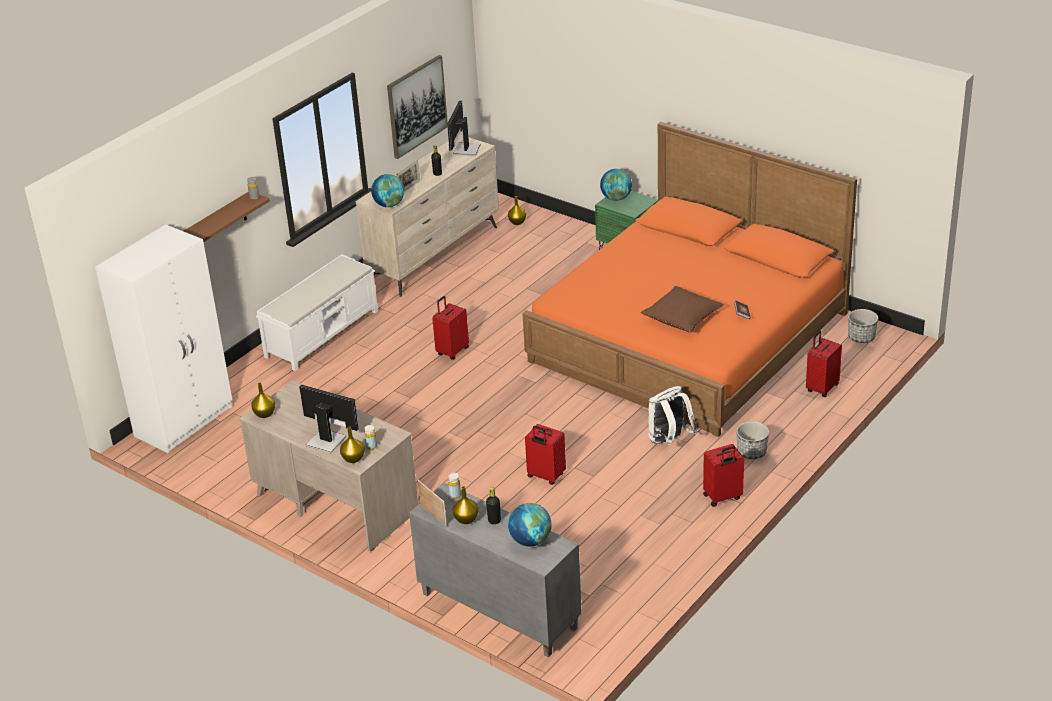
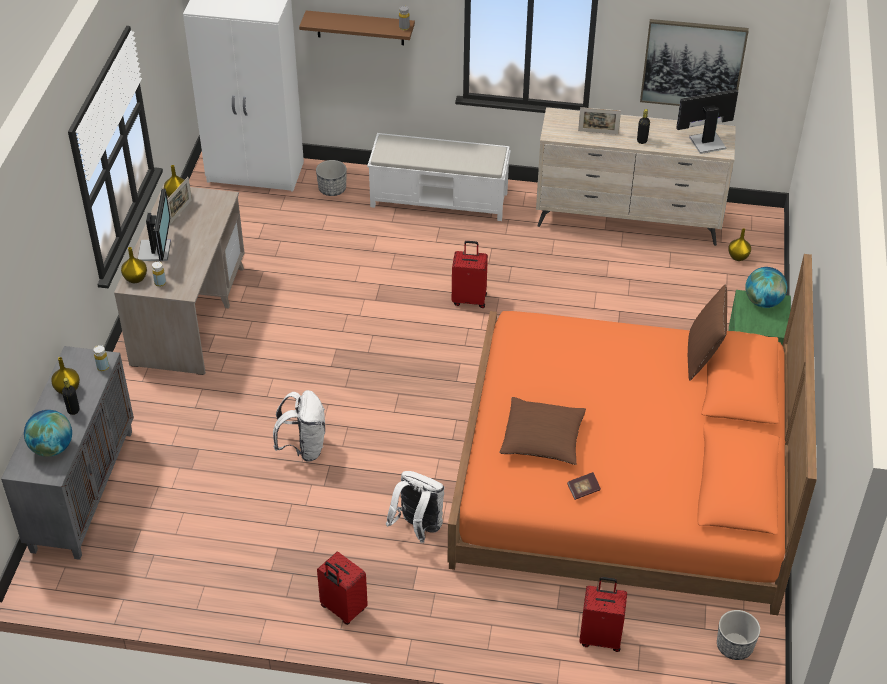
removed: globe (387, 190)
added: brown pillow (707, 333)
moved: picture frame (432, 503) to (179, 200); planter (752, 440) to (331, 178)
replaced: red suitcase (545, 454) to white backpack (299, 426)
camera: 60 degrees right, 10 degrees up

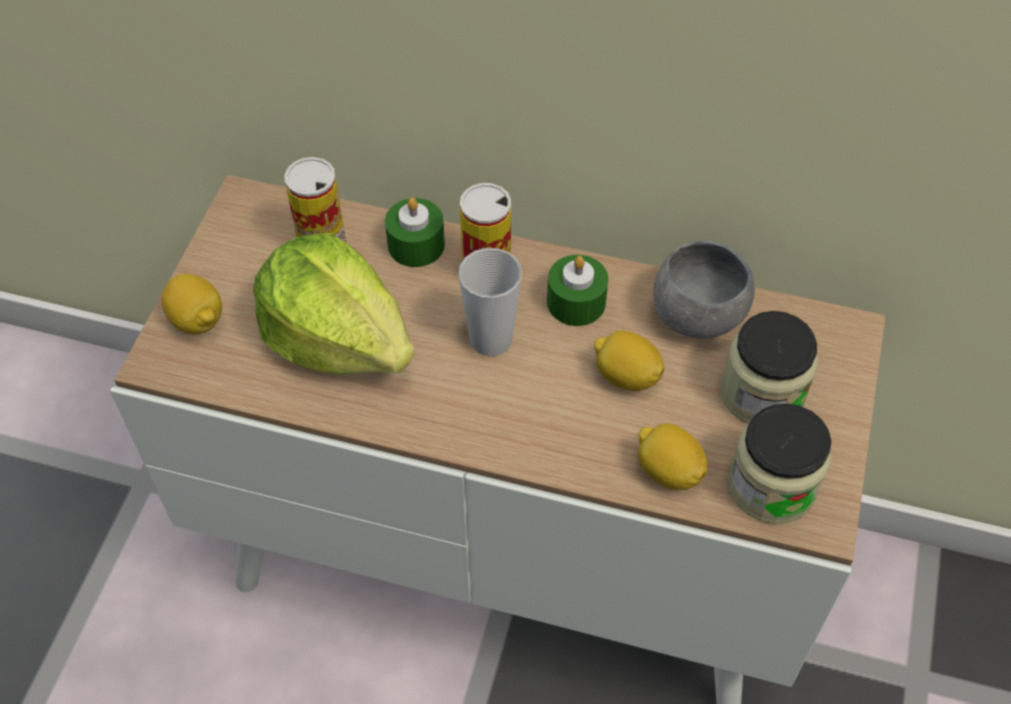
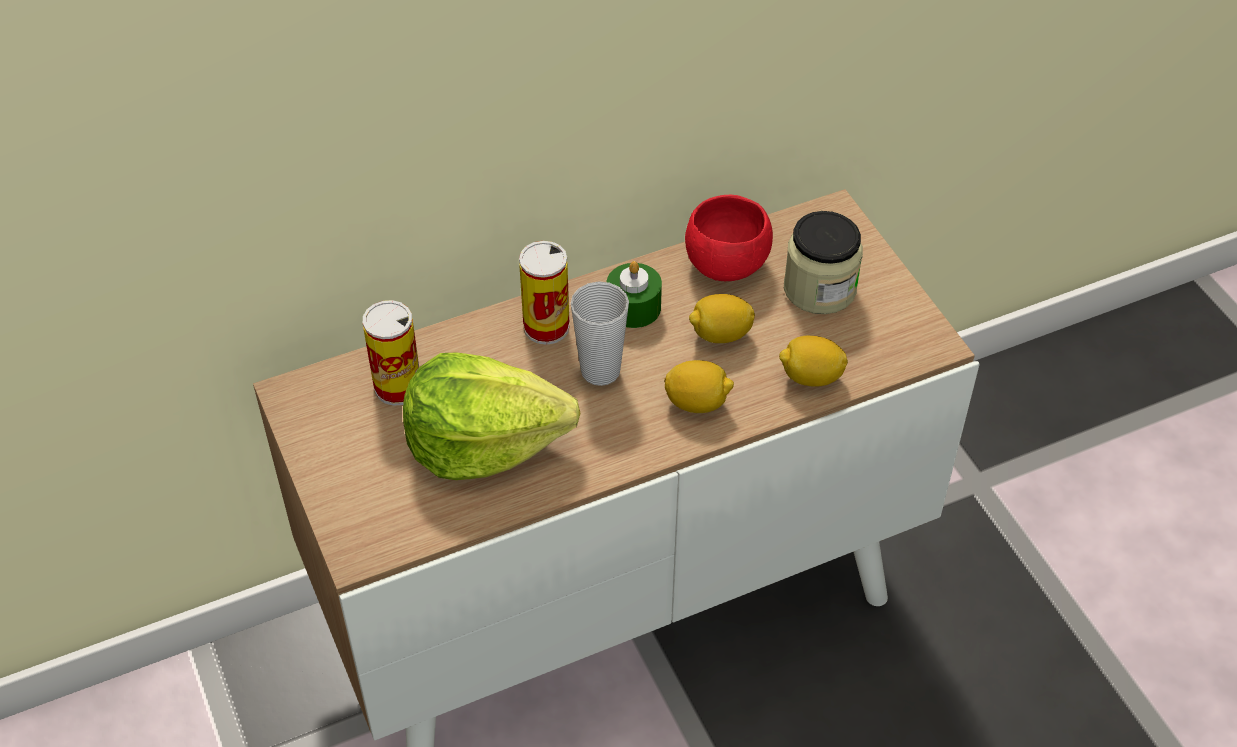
removed: green candle (415, 232); jar (779, 464)
moved: lemon (191, 304) to (699, 386)
recoloured: grey bowl (704, 290) to red bowl (729, 238)
camera: 40 degrees left, 5 degrees down

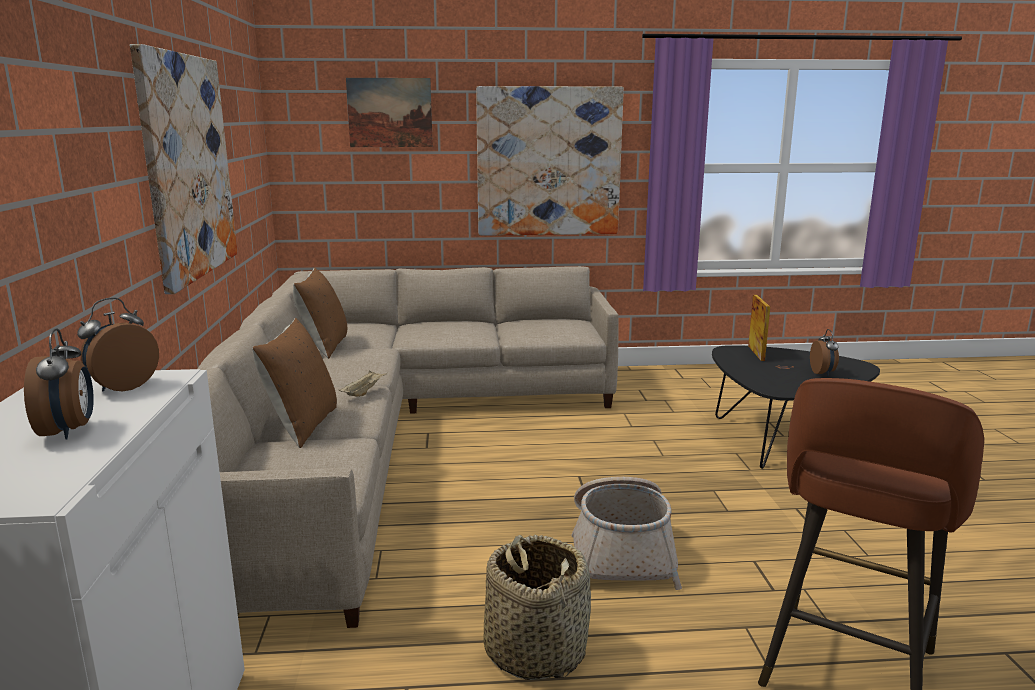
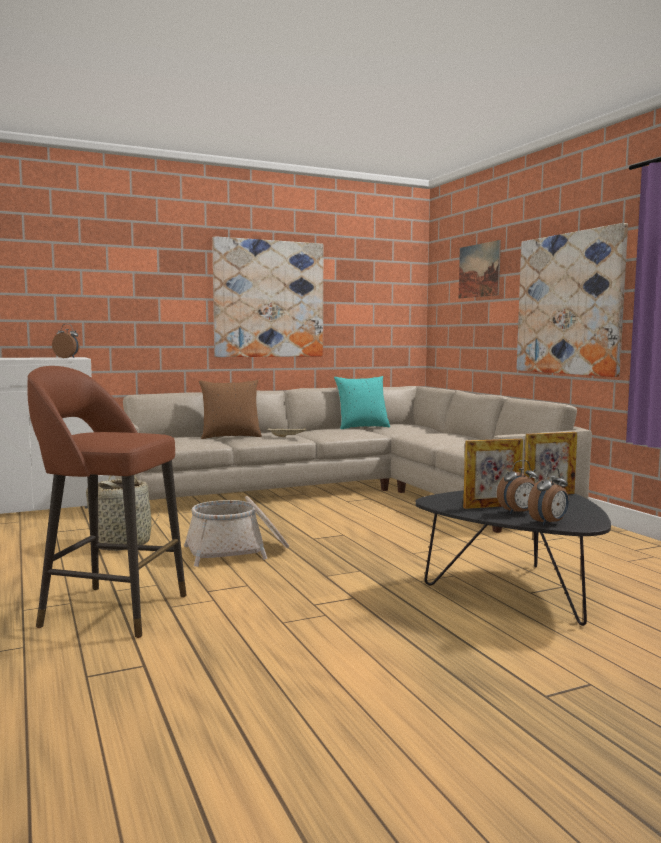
added: picture frame (493, 474)
moved: alarm clock (59, 383) to (548, 496)
recoloured: brown pillow (320, 313) to turquoise pillow (362, 402)
camera: 70 degrees right, 10 degrees down

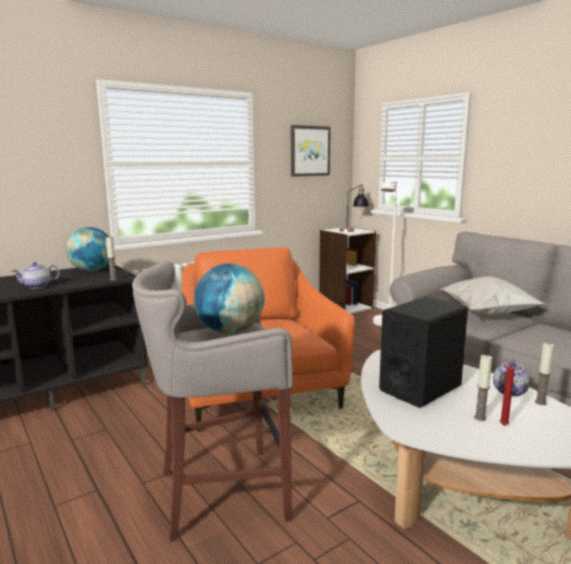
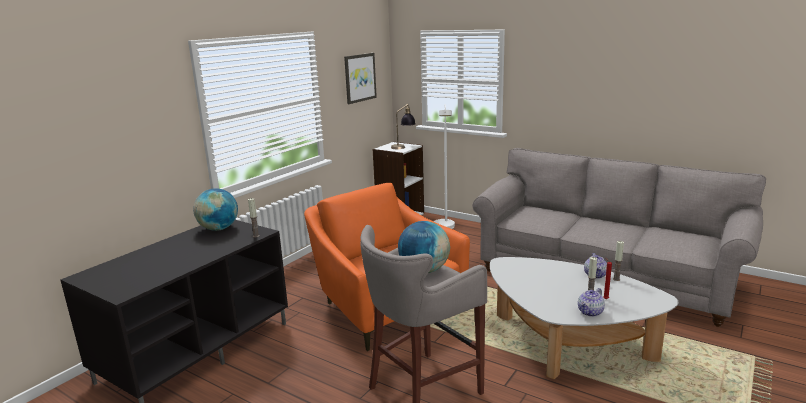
removed: black speaker (423, 352); white pillow (493, 296)
moved: teapot (36, 275) to (591, 302)
camera: 20 degrees left, 5 degrees up

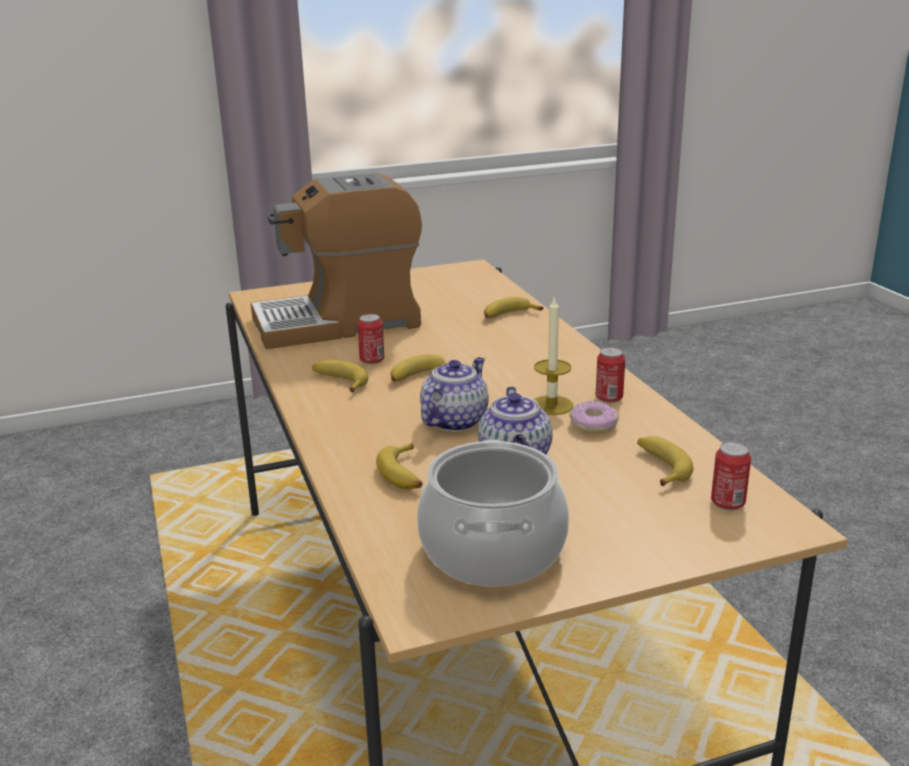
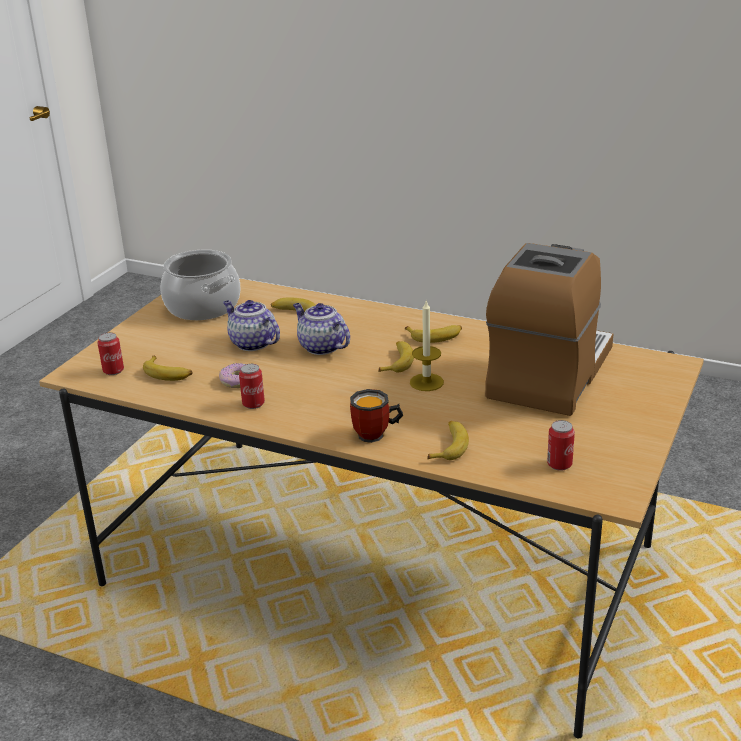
added: mug (376, 416)
moved: can (370, 339) to (561, 445); candle (553, 355) to (427, 346)
turned: teapot (454, 394) = (321, 329) 150 degrees clockwise
camera: 135 degrees right, 5 degrees up

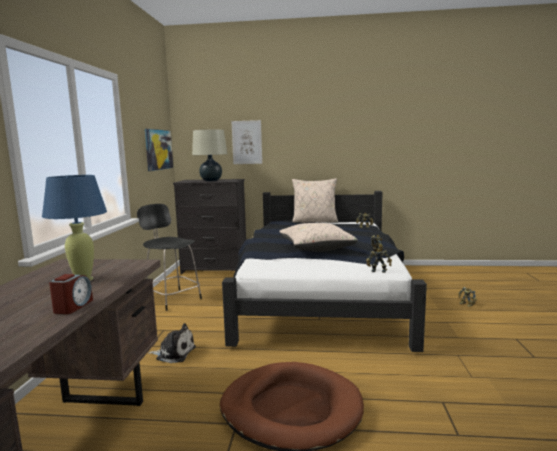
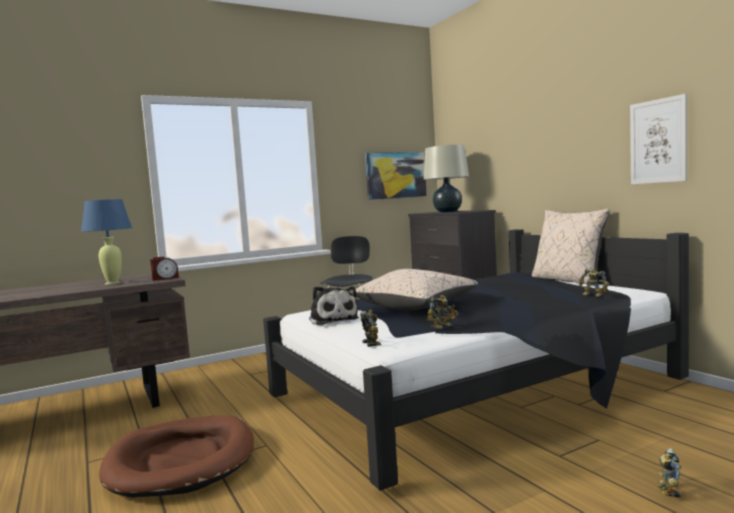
moved: alarm clock (71, 294) to (164, 269); plush toy (172, 343) to (334, 305); picture (247, 142) to (658, 139)
camera: 55 degrees right, 5 degrees down

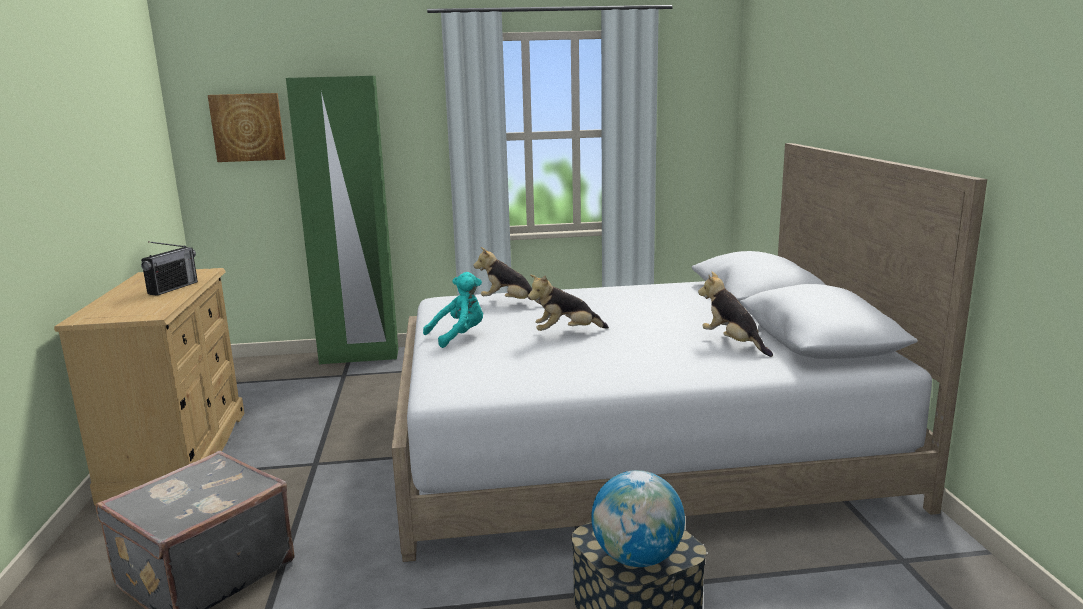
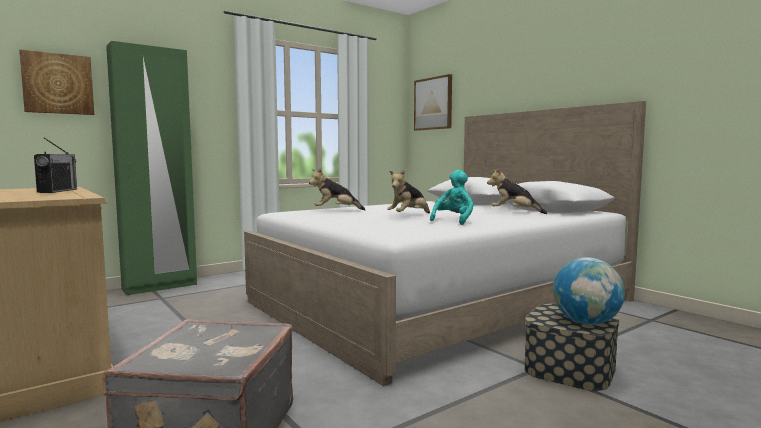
added: picture (433, 102)
moved: turquoise plush toy (453, 310) to (452, 197)
camera: 30 degrees left, 10 degrees down

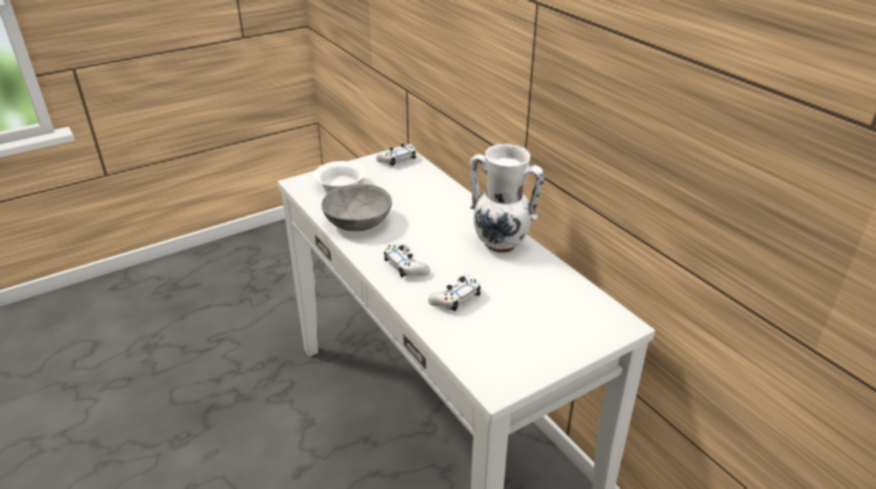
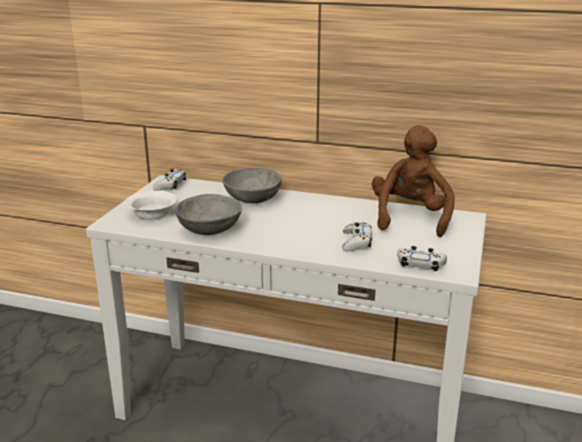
removed: white vase (506, 198)
added: grey bowl (252, 185); brown plush toy (413, 181)
moved: white game controller (407, 260) to (422, 258)
camera: 40 degrees left, 10 degrees down

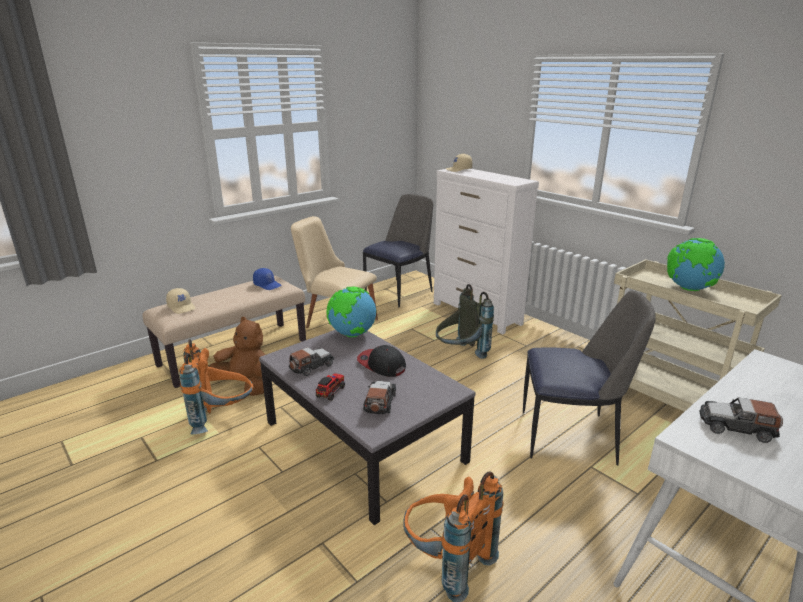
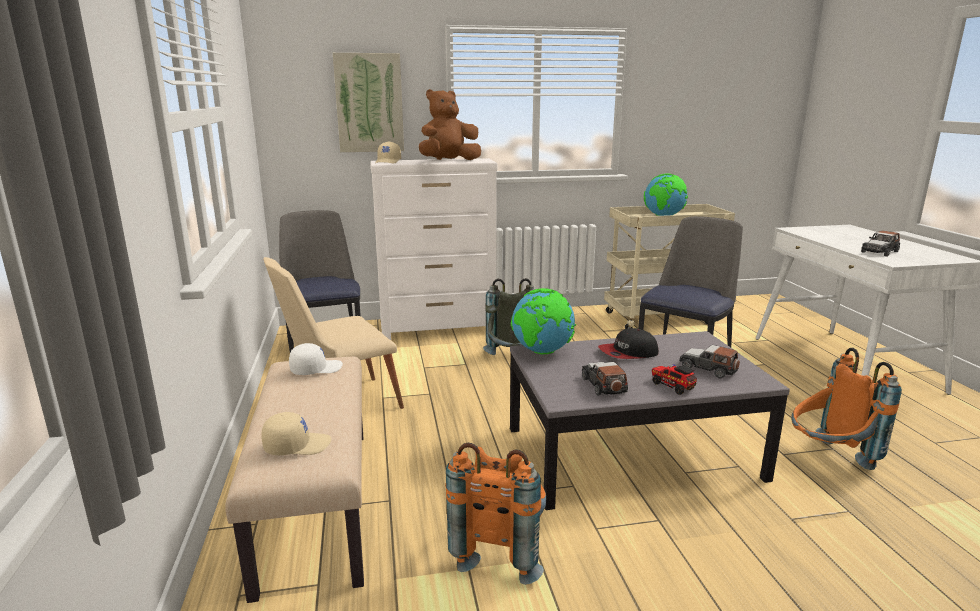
added: picture (368, 102)
moved: brown plush toy (237, 356) to (450, 124)
recoloured: blue cap (267, 279) to white cap (316, 359)
camera: 60 degrees left, 5 degrees down

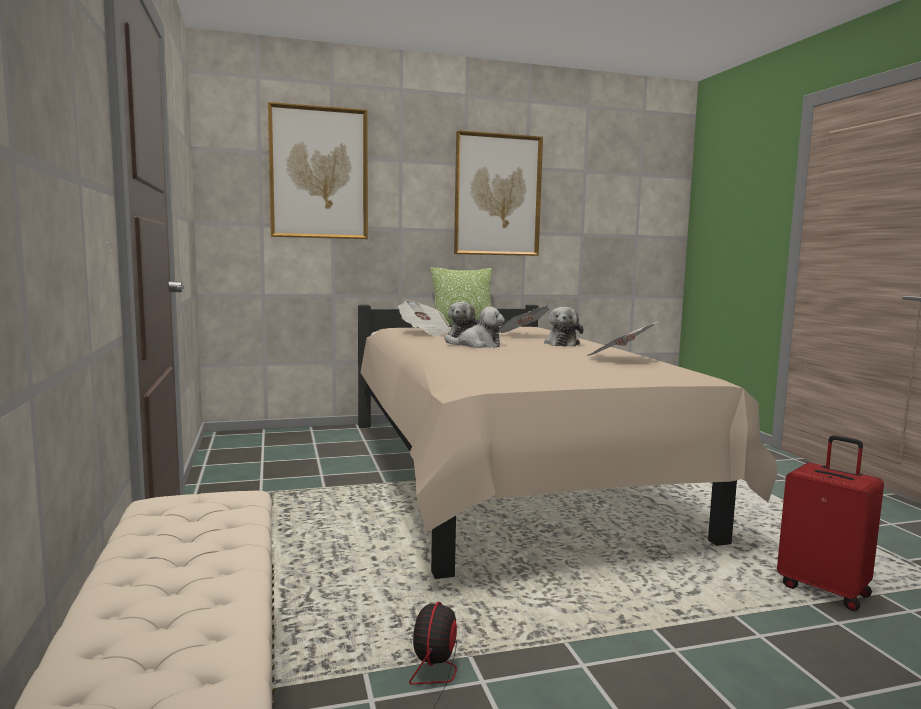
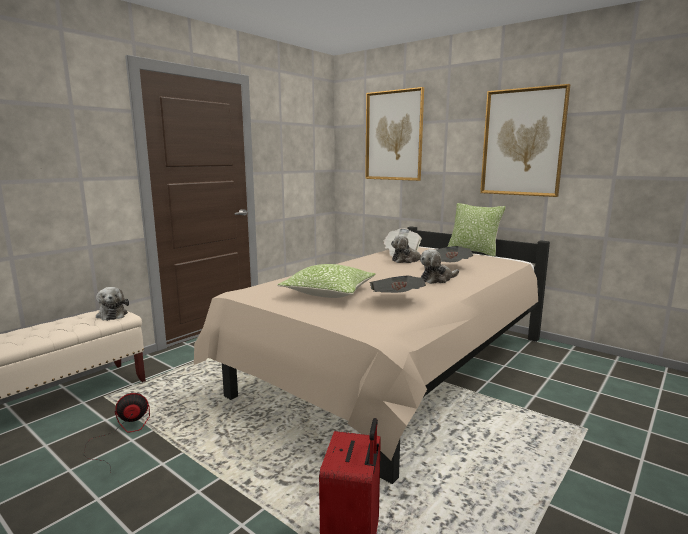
added: pillow (326, 281)
moved: plush toy (474, 327) to (112, 304)
camera: 55 degrees right, 5 degrees up

